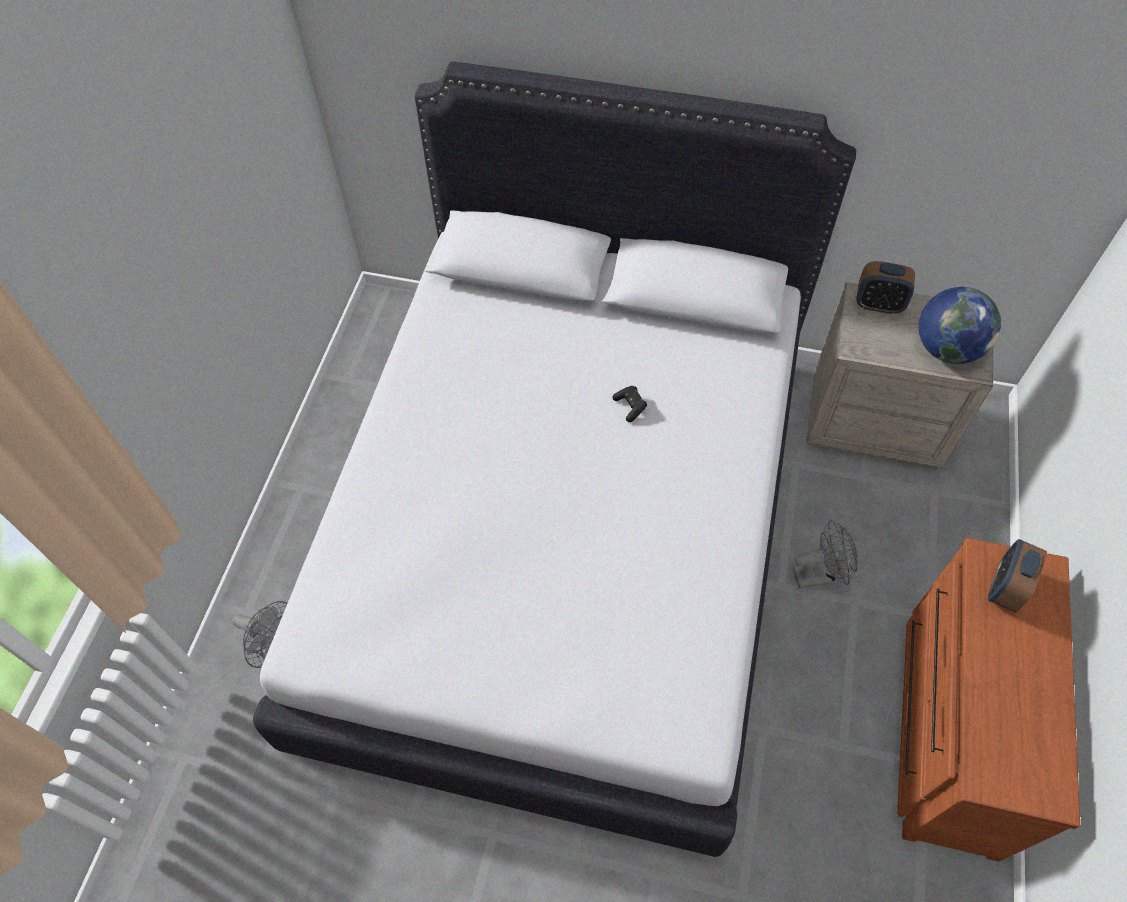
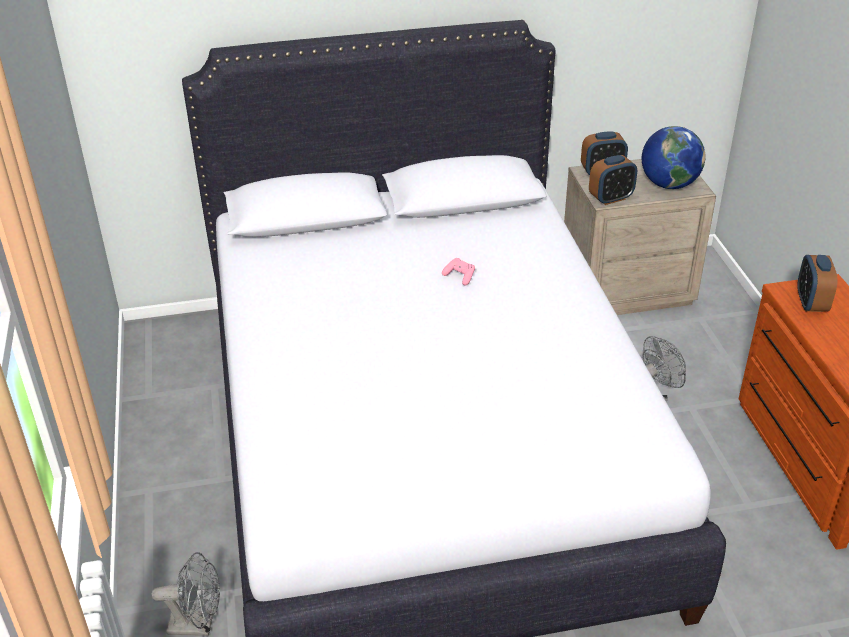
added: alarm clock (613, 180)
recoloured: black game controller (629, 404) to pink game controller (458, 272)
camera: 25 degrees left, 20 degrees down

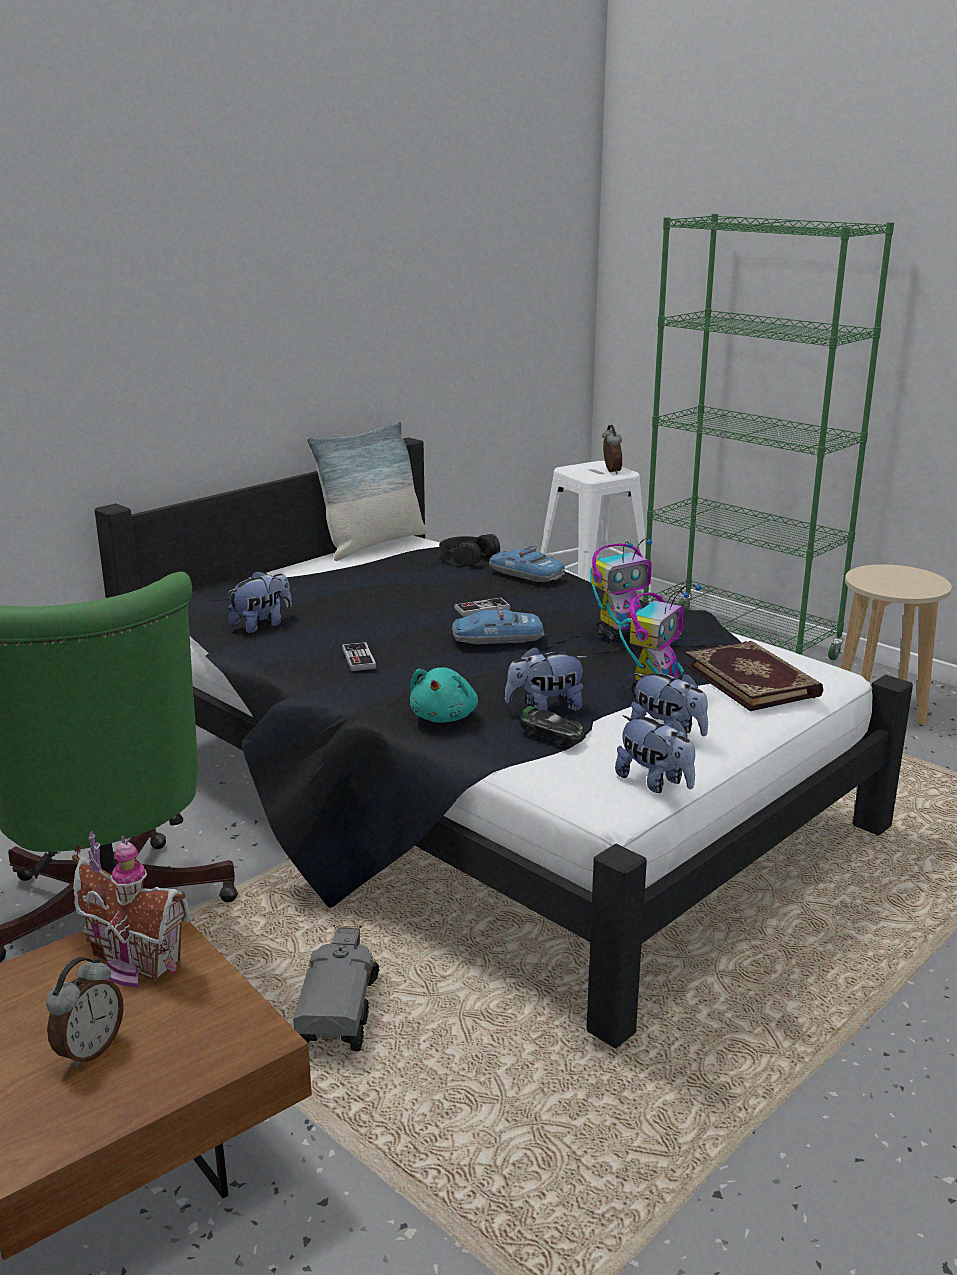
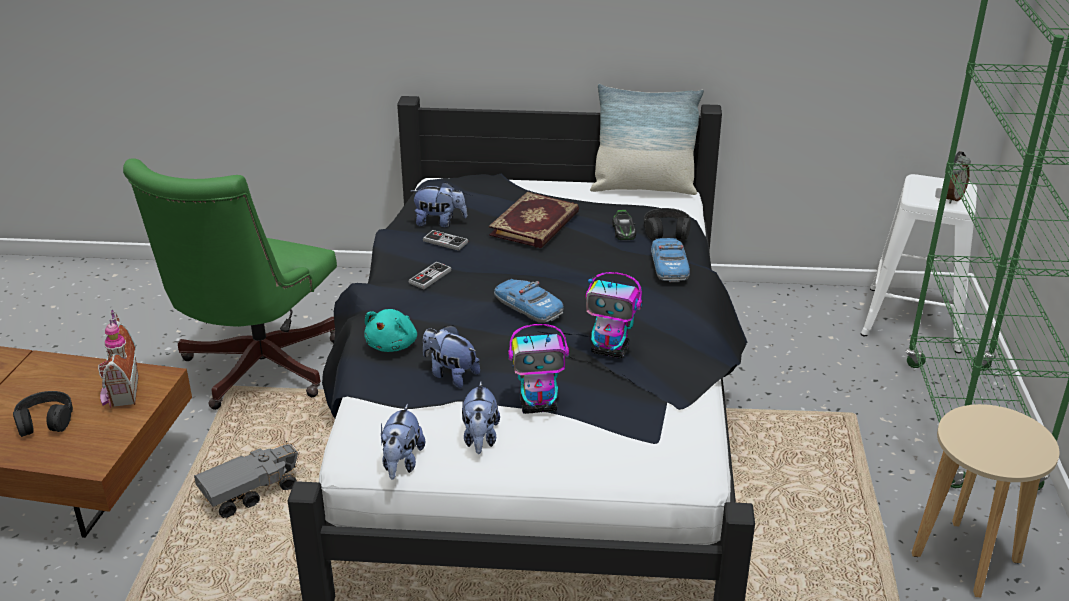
moved: game controller (482, 607) to (445, 240); toy car (552, 725) to (624, 225); book (753, 676) to (534, 220)
replaced: alarm clock (85, 1013) to black headphones (43, 414)
turned: turquoise plush toy (444, 695) = (390, 330) 45 degrees counterclockwise
camera: 50 degrees right, 10 degrees up

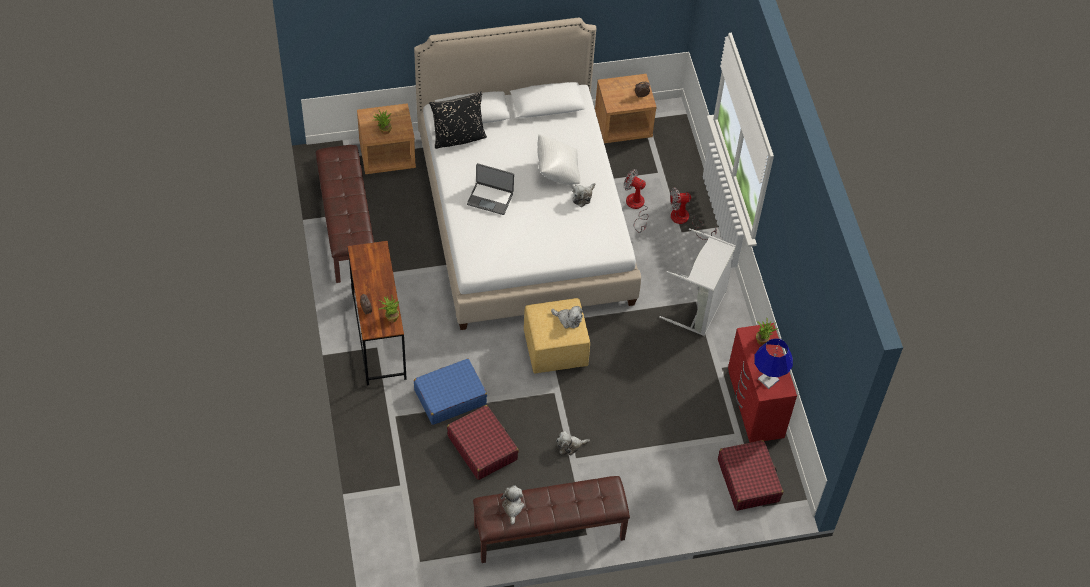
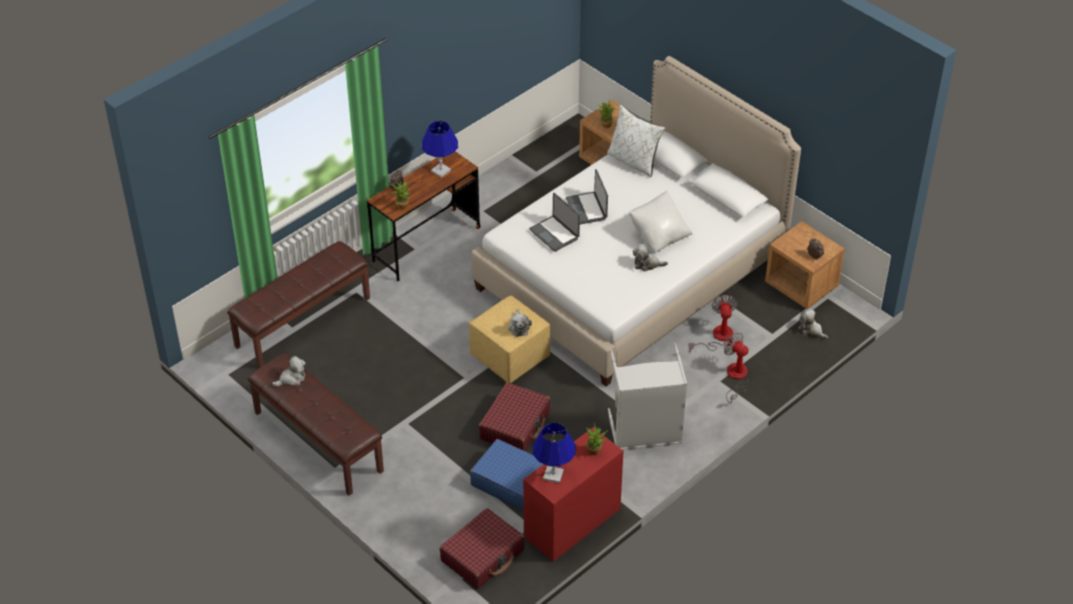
added: blue table lamp (440, 149); laptop (554, 222)
moved: brown bench (345, 214) to (298, 304); blue suitcase (450, 392) to (506, 475); red suitcase (483, 442) to (514, 416); plush toy (573, 443) to (813, 324)
recoloured: black pillow (458, 120) to white pillow (636, 140)
camera: 60 degrees right, 10 degrees down

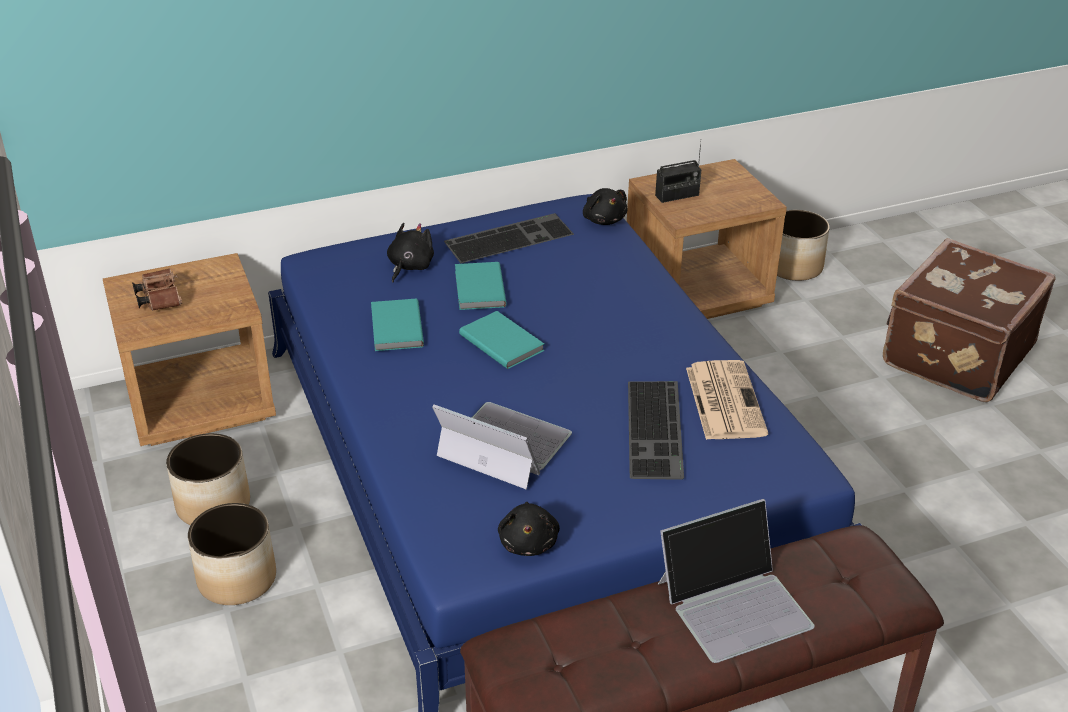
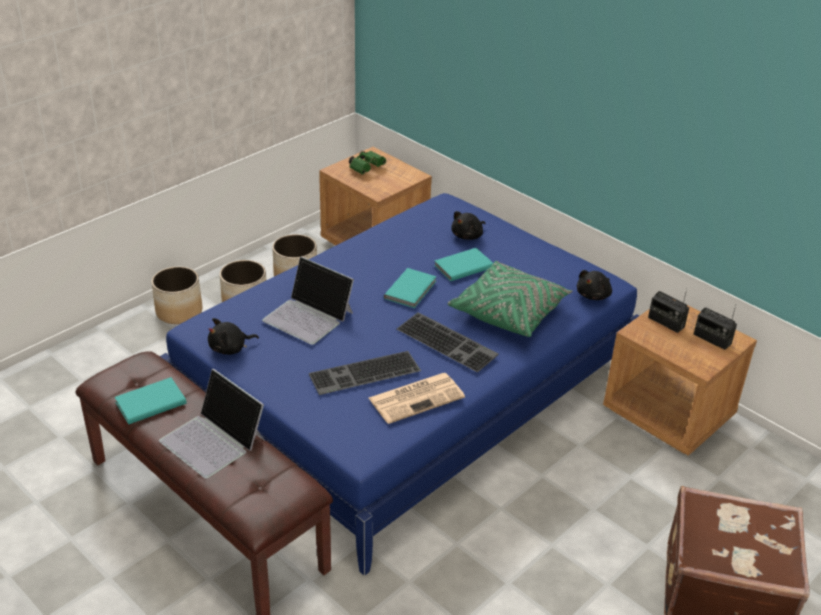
added: green pillow (509, 299); radio (715, 327)
moved: turquoise book (397, 325) to (150, 400); keyboard (509, 238) to (447, 342); planter (803, 245) to (177, 295)
recoloured: brown binoculars (157, 289) to green binoculars (367, 163)
turned: black plush toy (410, 252) = (468, 225) 135 degrees clockwise; laptop (502, 445) = (308, 300) 120 degrees clockwise
camera: 65 degrees right, 0 degrees up

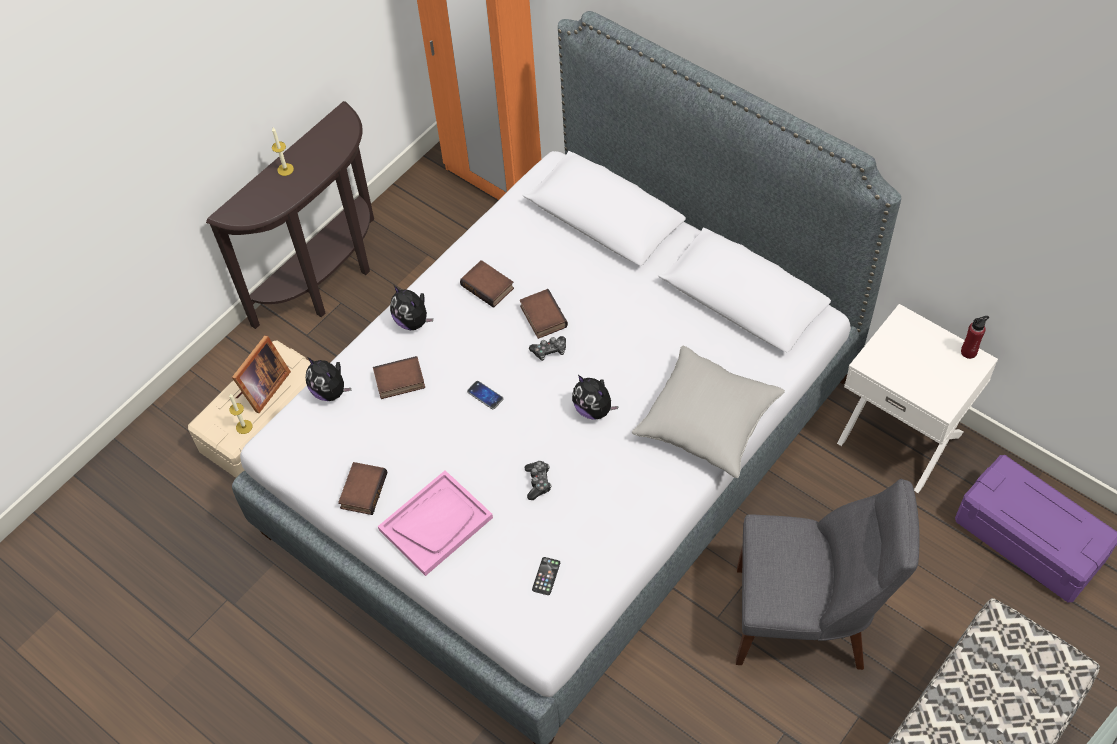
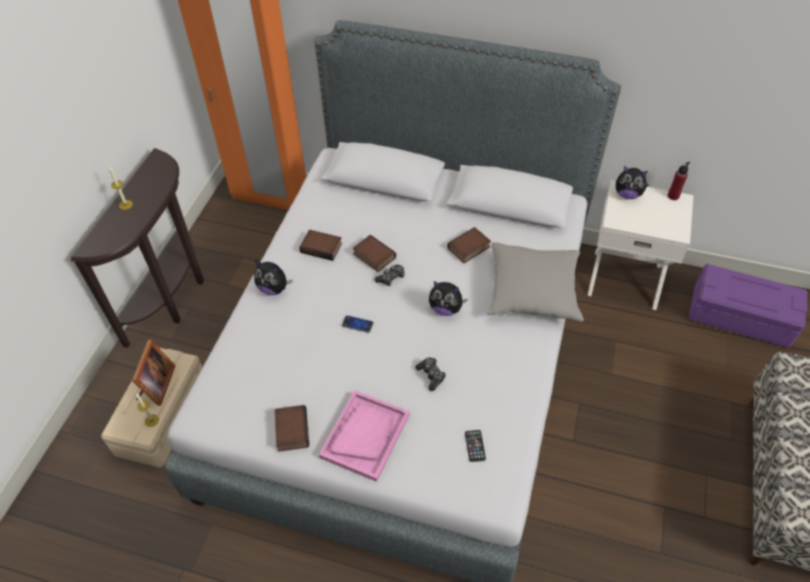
removed: grey chair (828, 574)
moved: plush toy (328, 379) to (632, 183); book (399, 377) to (469, 245)
camera: 25 degrees left, 5 degrees down

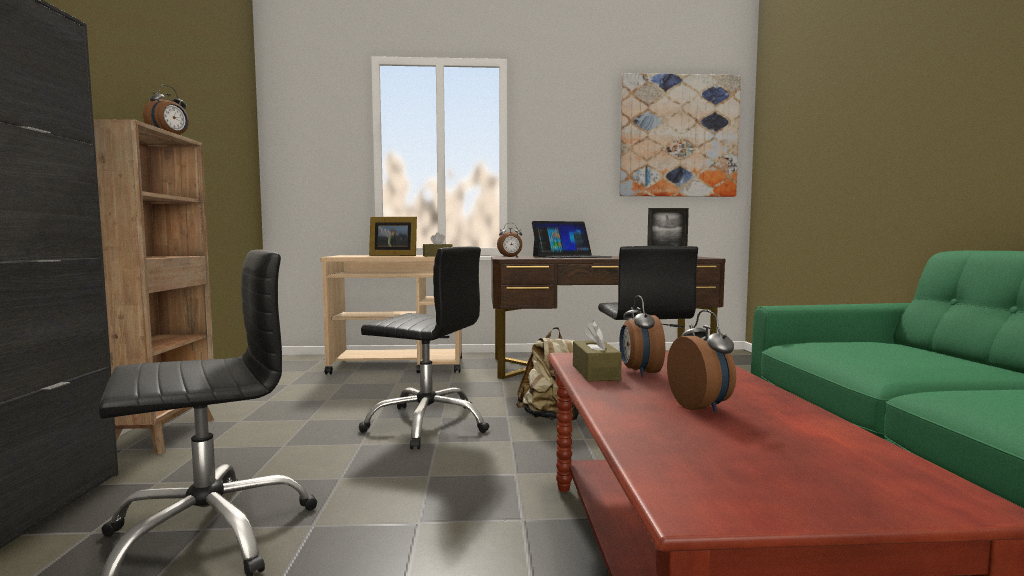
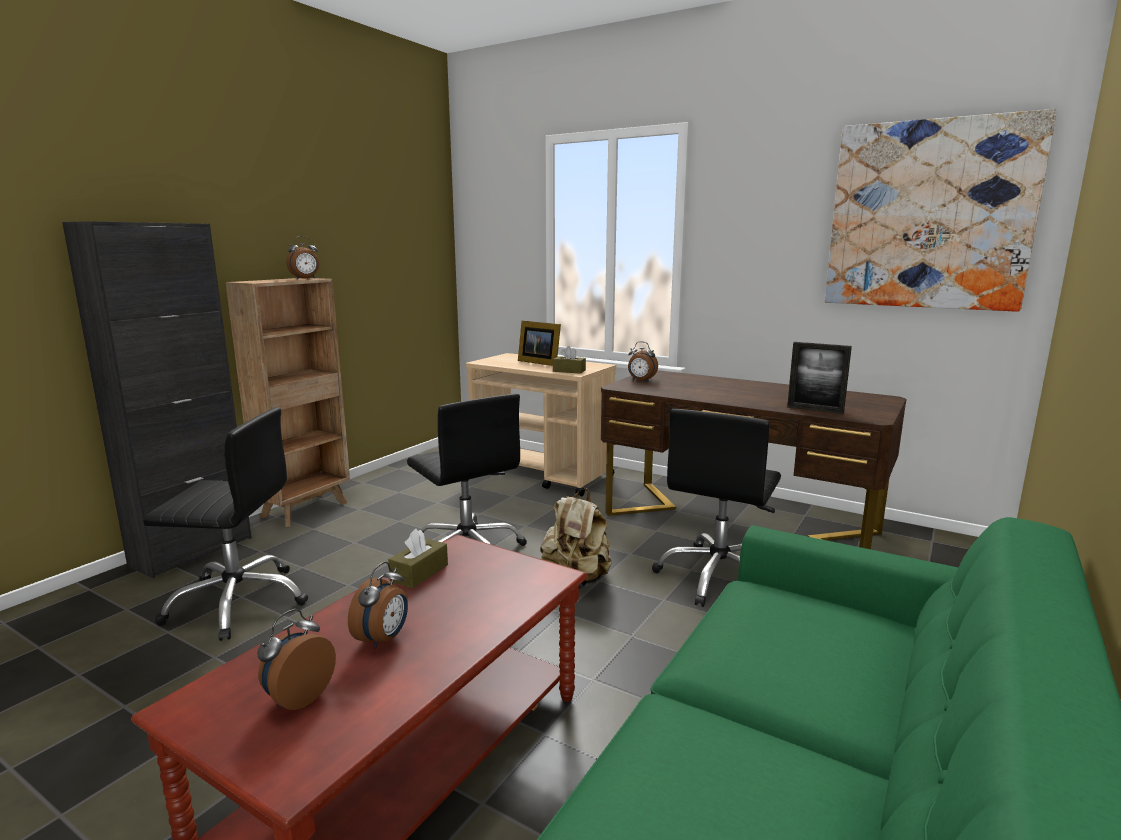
removed: laptop (572, 239)
moved: alarm clock (642, 336) to (296, 659)
camera: 35 degrees right, 10 degrees up

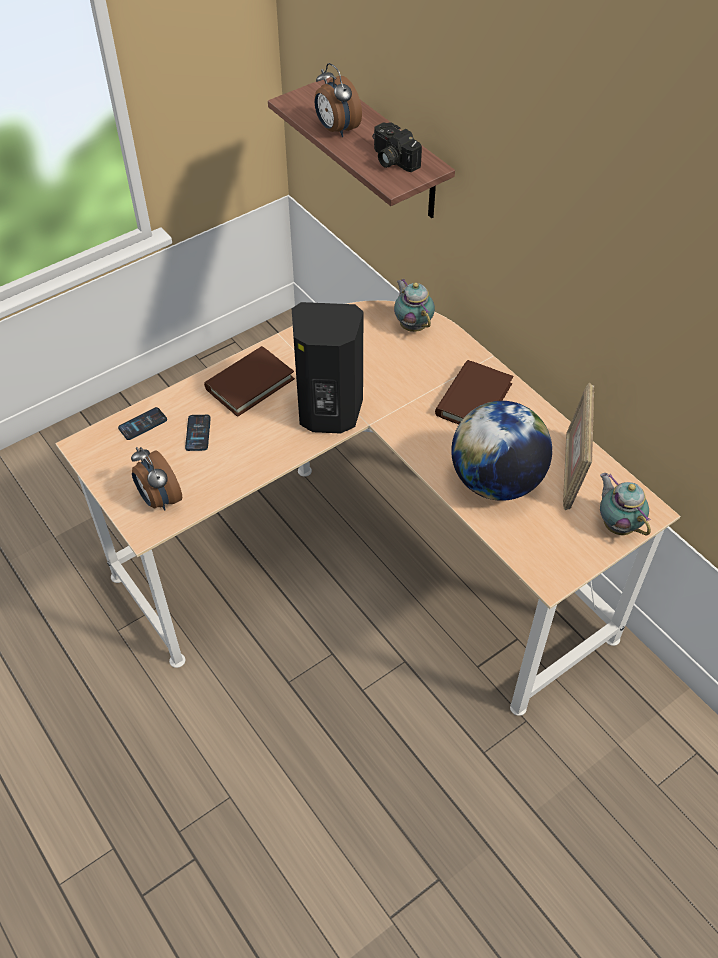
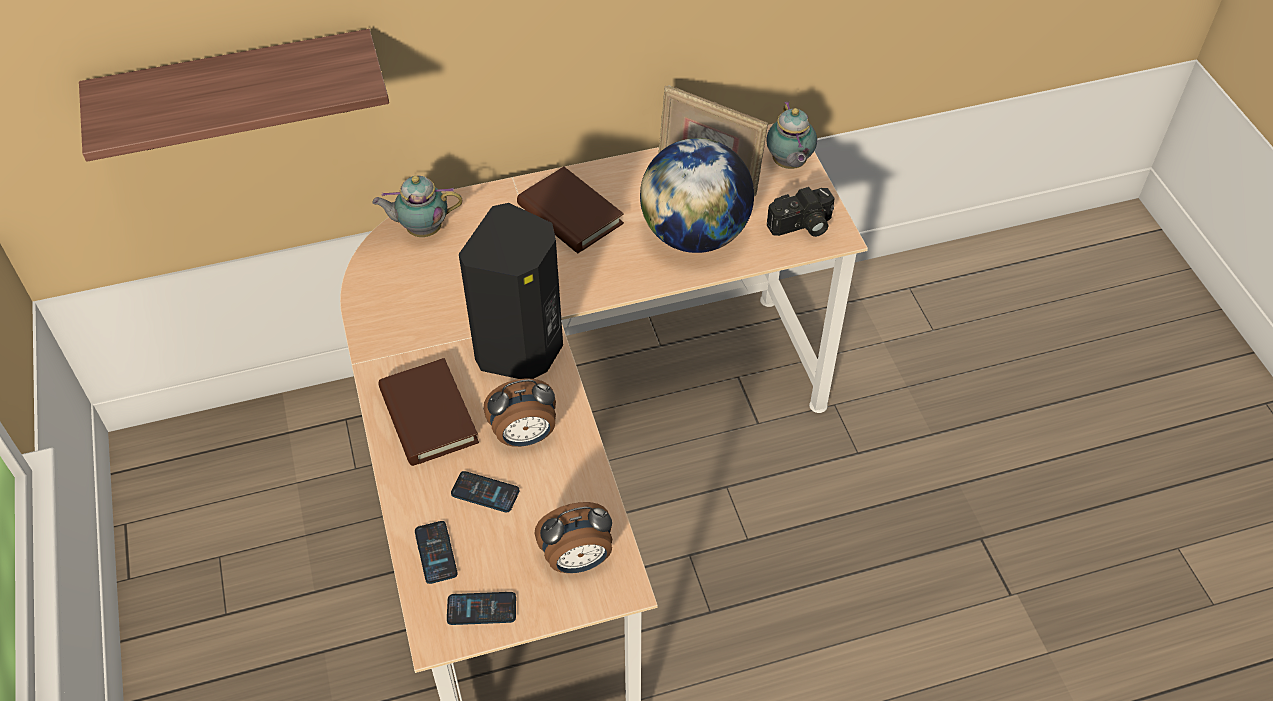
added: phone (481, 608)
moved: alarm clock (338, 100) to (520, 412); photo camera (397, 147) to (801, 212)
turned: teapot (625, 504) = (791, 135) 90 degrees counterclockwise
camera: 70 degrees left, 0 degrees up

